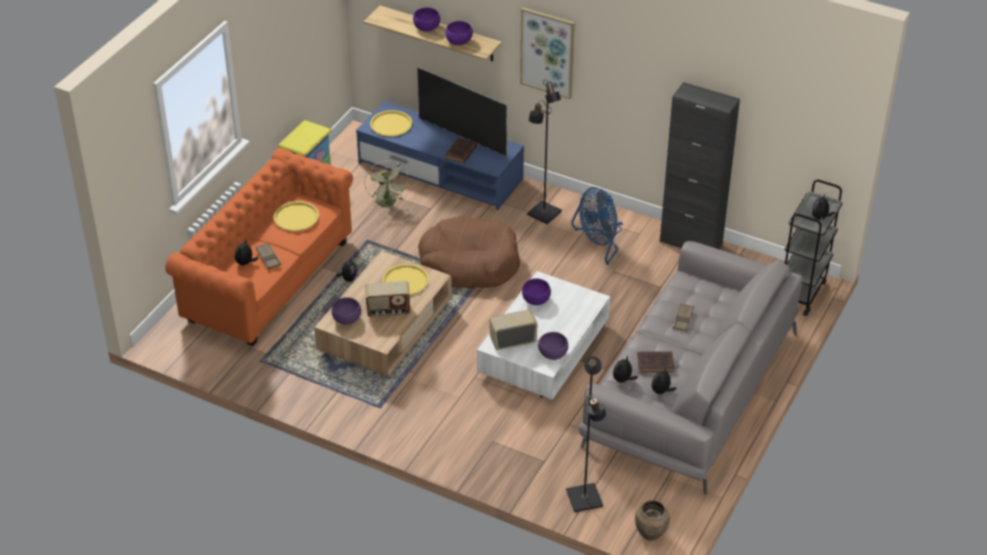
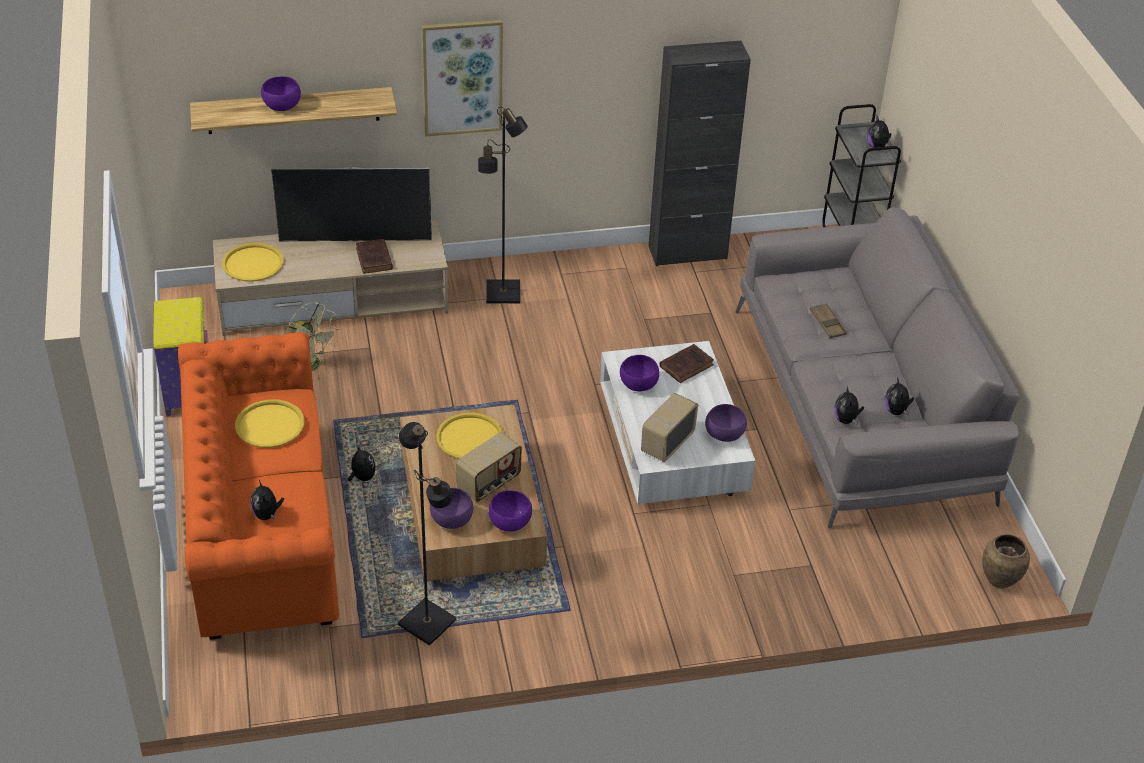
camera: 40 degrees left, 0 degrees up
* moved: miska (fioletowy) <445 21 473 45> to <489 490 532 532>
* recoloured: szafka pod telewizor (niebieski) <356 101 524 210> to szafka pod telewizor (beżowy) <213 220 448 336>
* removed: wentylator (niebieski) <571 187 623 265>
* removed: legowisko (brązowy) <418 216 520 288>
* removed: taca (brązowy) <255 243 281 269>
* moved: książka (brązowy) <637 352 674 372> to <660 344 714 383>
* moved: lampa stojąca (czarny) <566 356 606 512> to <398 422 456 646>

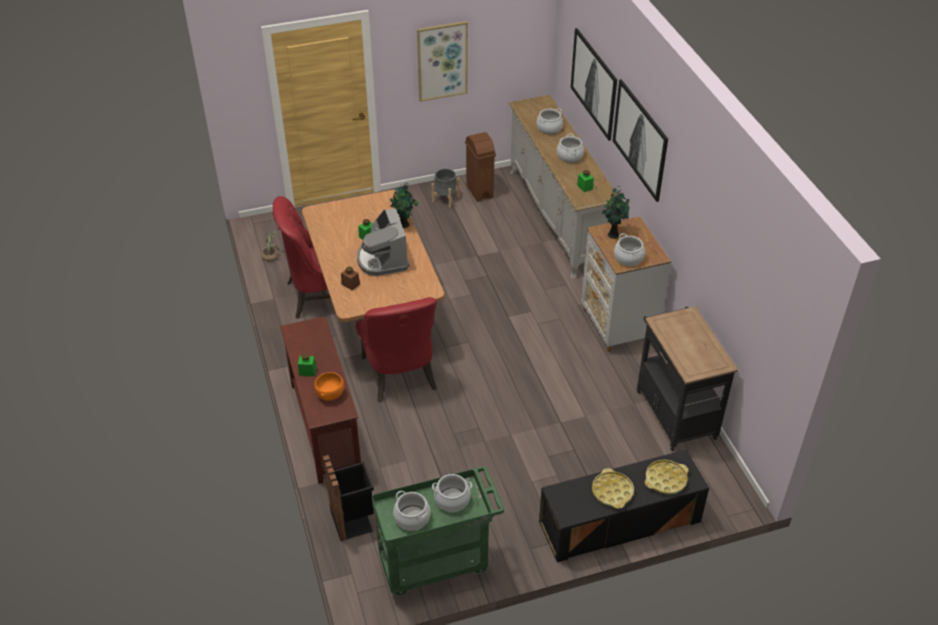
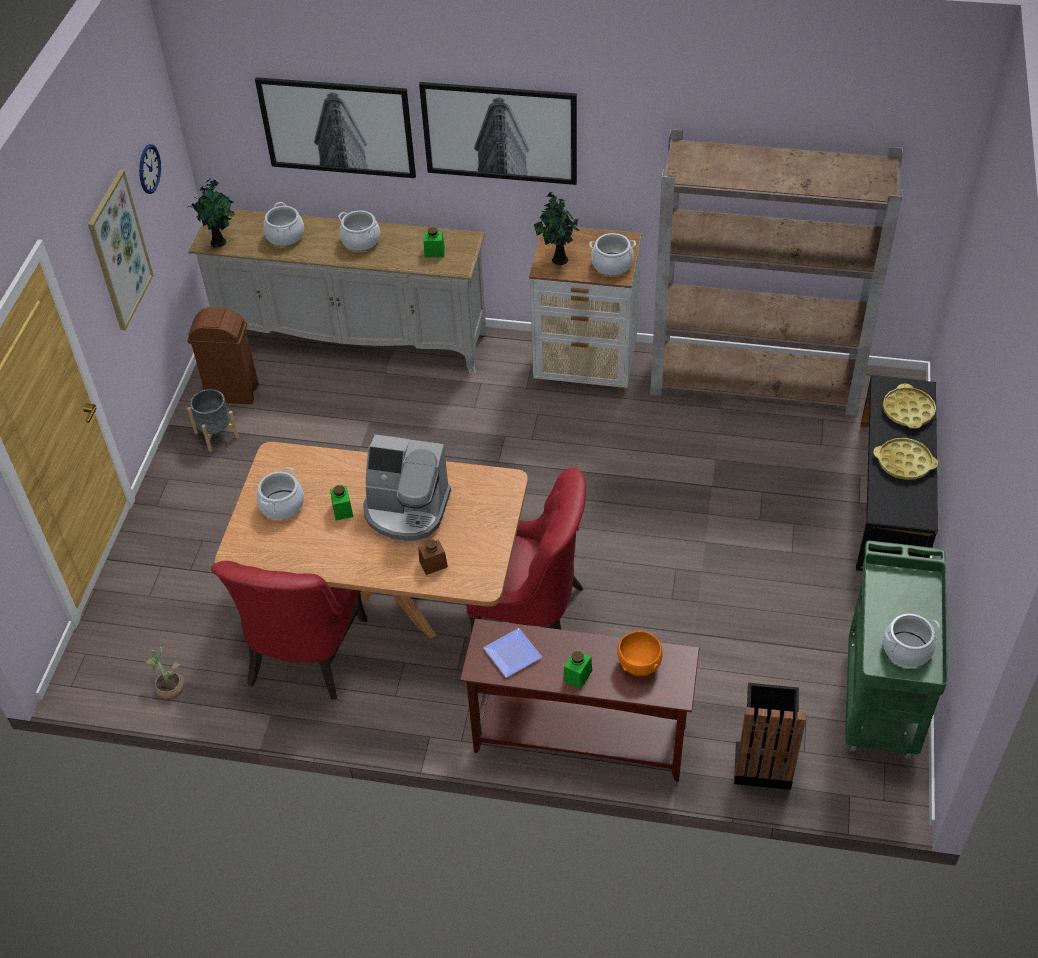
camera: 60 degrees left, 5 degrees up
* moved: roślina doniczkowa <390 183 418 228> to <188 179 235 248>
* replaced: wózek (czarny) <637 307 738 451> to regał (brązowy) <650 129 903 416>
* moved: garnek <432 474 472 512> to <256 467 304 520>
* added: zegar ścienny <139 144 161 194>
* added: talerz <483 628 542 678>

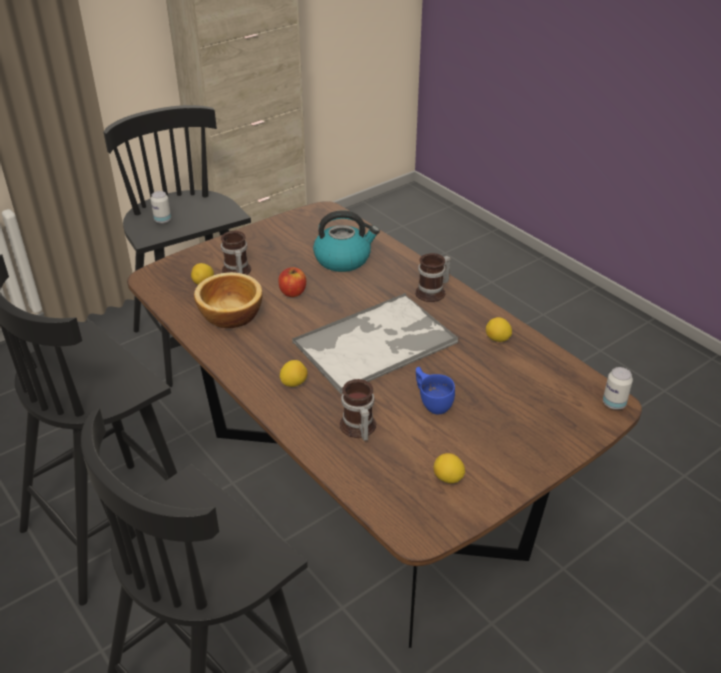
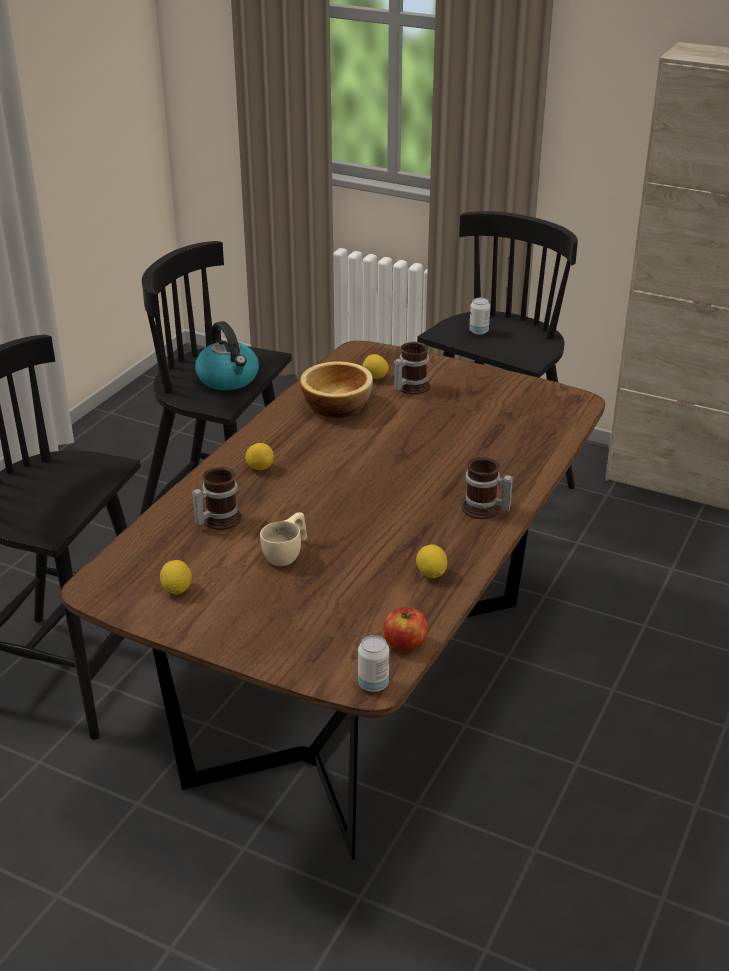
camera: 65 degrees right, 5 degrees down
* moved: czajnik <313 210 380 272> to <195 321 259 390>
* moved: jabłko <279 267 306 297> to <383 607 428 651>
* removed: taca <292 293 458 395>
* recoloured: filiżanka (niebieski) <416 367 455 414> to filiżanka (beżowy) <260 512 307 566>

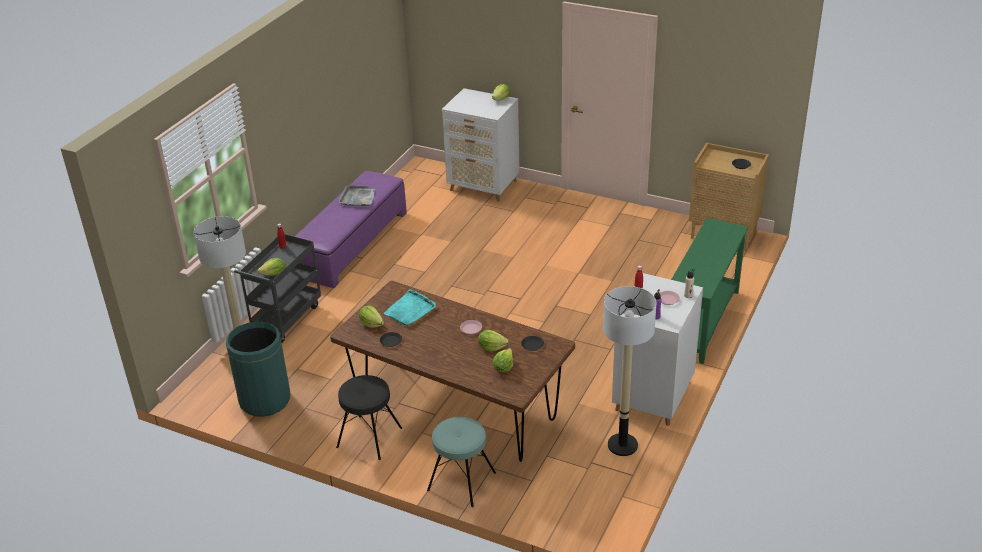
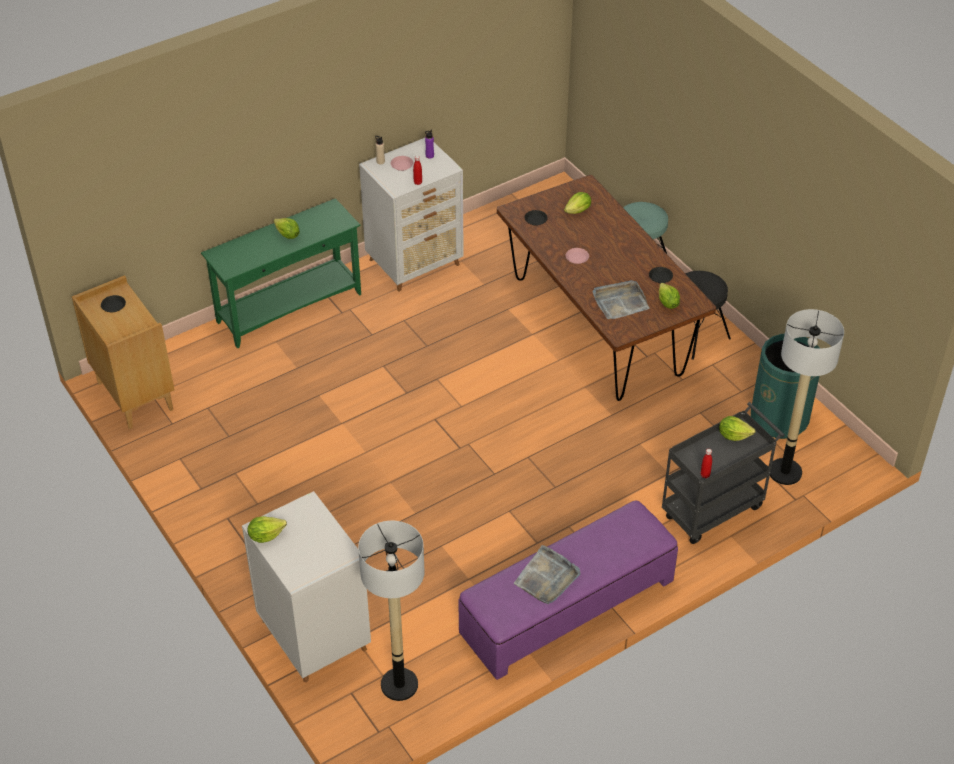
camera: 150 degrees left, 10 degrees up
* moved: lampa stojąca <603 286 656 456> to <358 521 425 701>
* recoloured: taca (turkusowy) <383 289 436 326> to taca (szary) <592 280 650 319>
* moved: sałata <478 330 509 351> to <273 218 300 239>

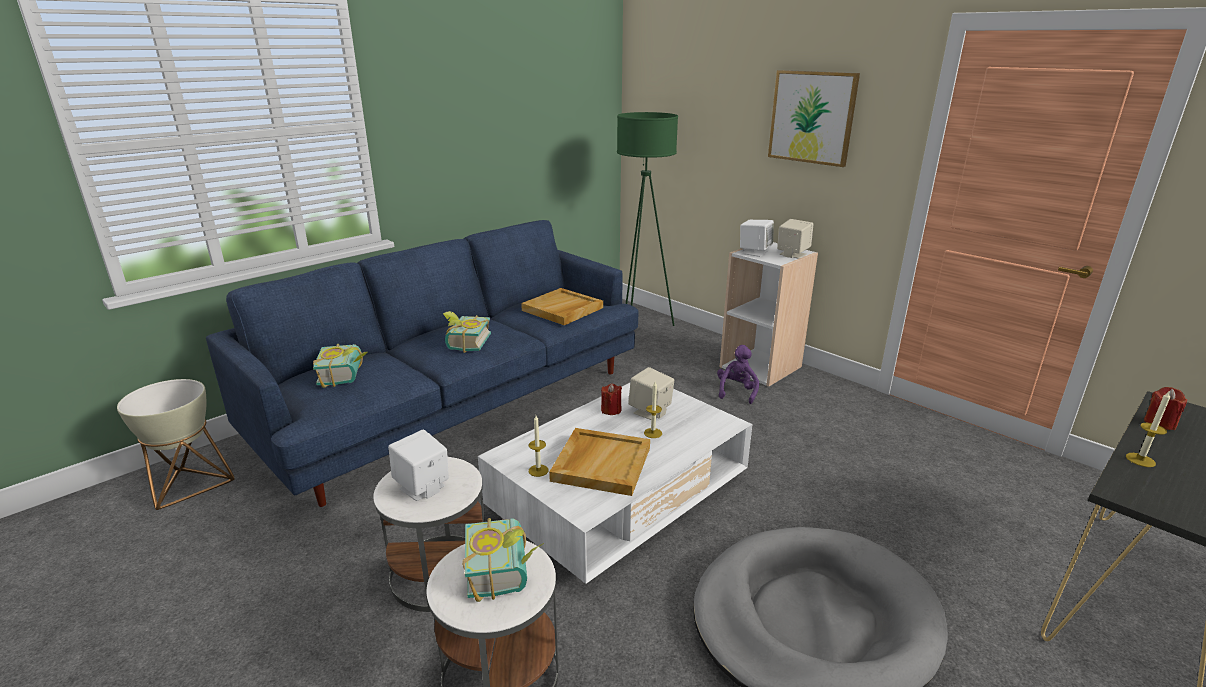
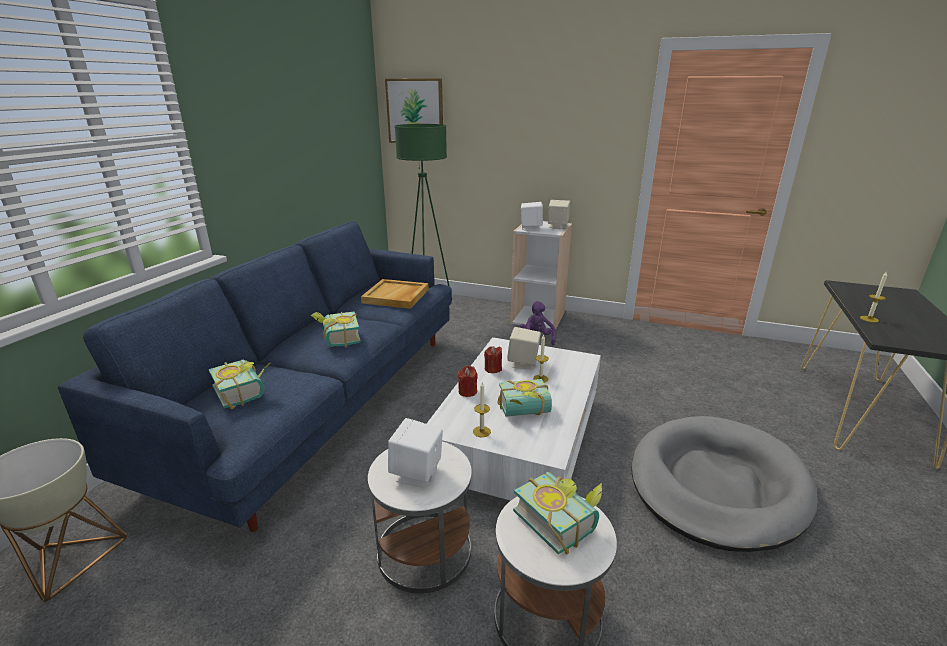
camera: 25 degrees left, 0 degrees up
* moved: obraz <768 70 860 167> to <385 78 443 143>
* moved: świeca (czerwony) <1144 387 1187 430> to <458 366 478 397>
* replaced: taca (beżowy) <549 428 650 496> to książka <498 379 552 417>

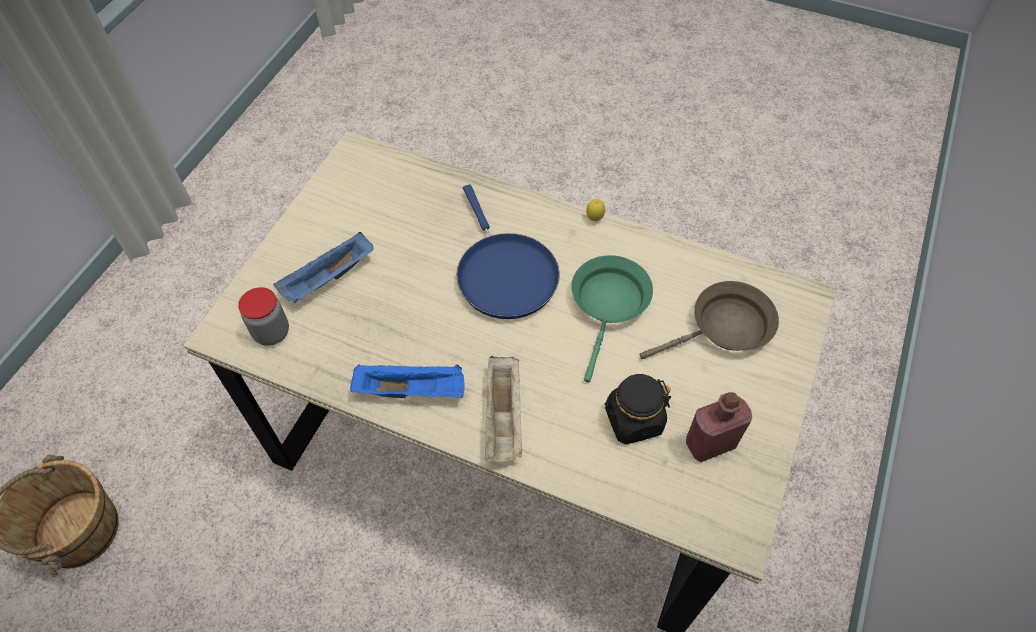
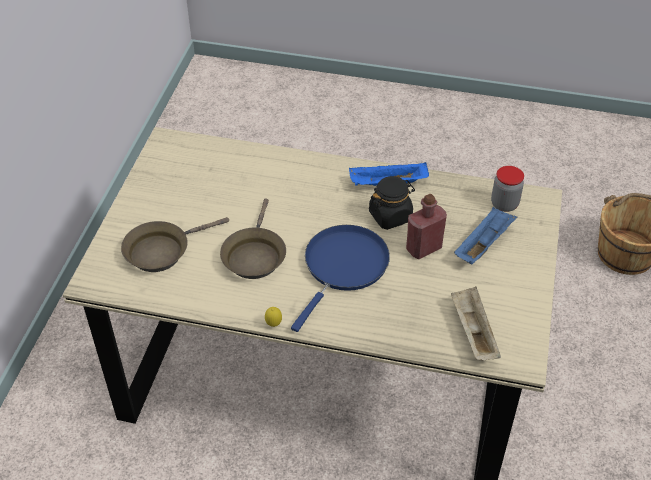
camera: 170 degrees right, 10 degrees down
* turned: patelnia (niebieski) <456 185 560 319> = <291 225 390 332> 60 degrees clockwise
* recoloured: patelnia (zielony) <571 255 653 383> to patelnia (brązowy) <220 198 286 279>
* moved: taca (beżowy) <485 356 523 462> to <451 287 501 361>
* moved: słoik (czarny) <605 374 671 444> to <369 176 415 230>
* moved: butelka (czerwony) <686 392 752 462> to <406 194 447 259>

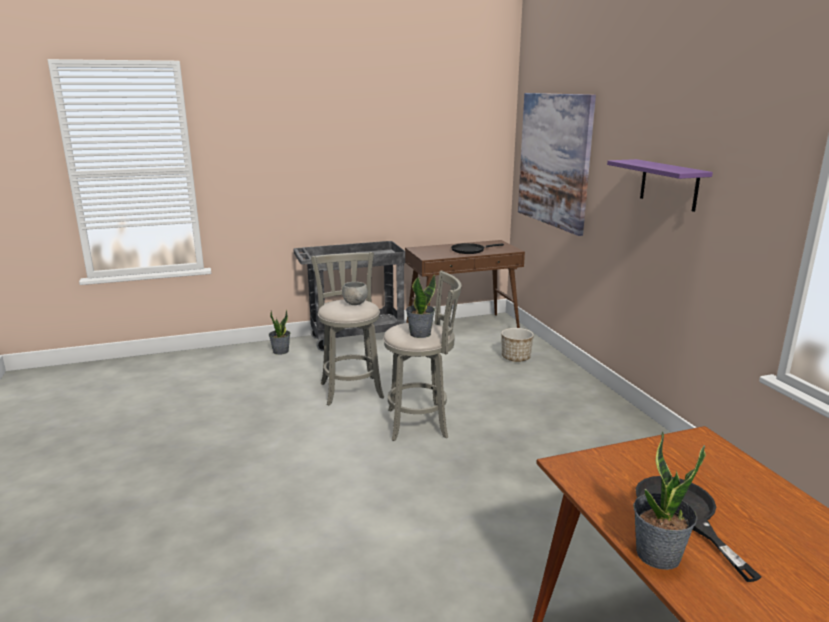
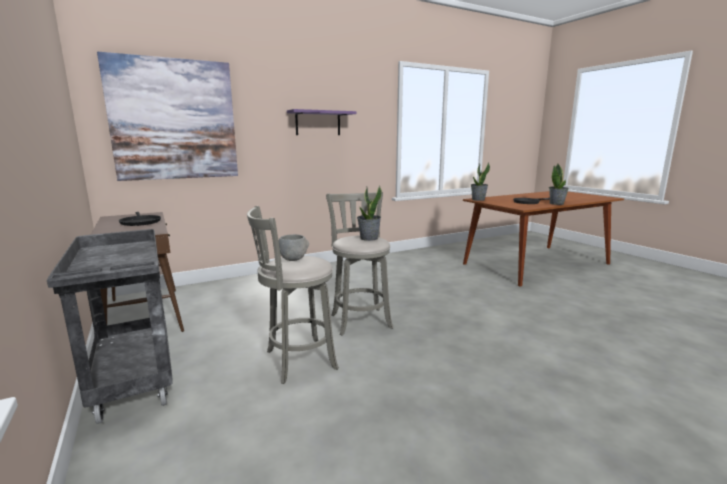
camera: 100 degrees left, 5 degrees down
* moved: roślina doniczkowa <269 310 290 355> to <471 163 490 201>
* removed: donica <501 328 534 362>

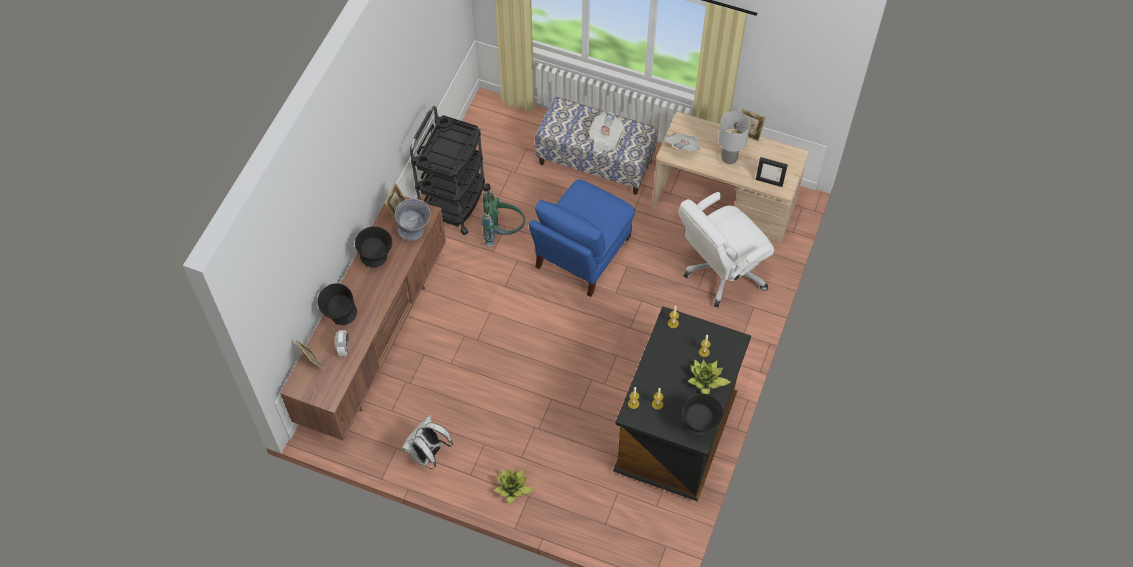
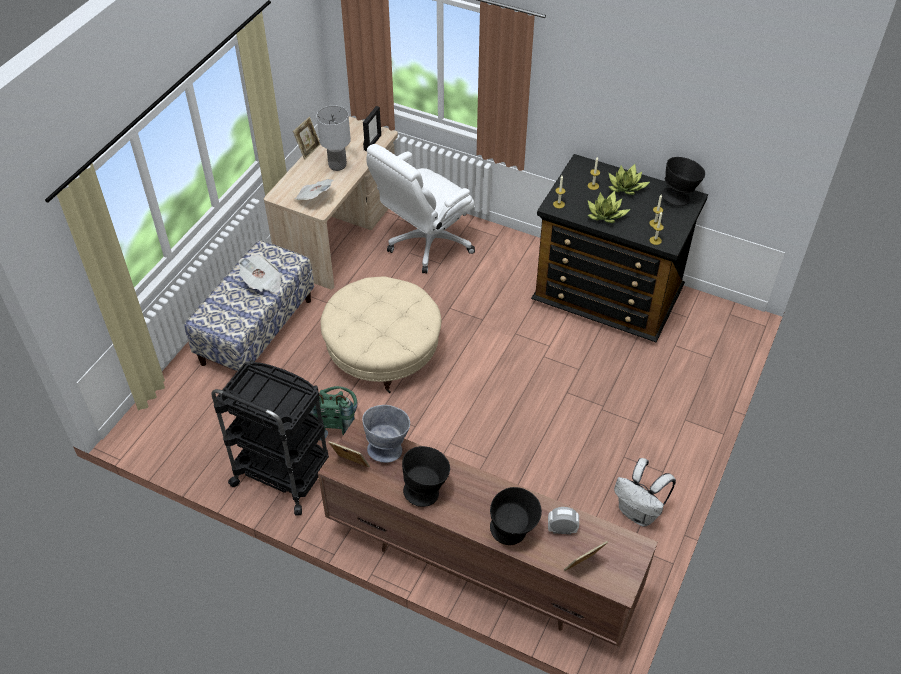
camera: 85 degrees left, 10 degrees down
* replaced: fotel (niebieski) <529 179 635 297> to pufa (beżowy) <321 276 442 393>
* turned: krzesło biurowe (biały) <678 192 774 308> = <366 144 475 274> 75 degrees clockwise
* moved: roślina doniczkowa <494 468 534 504> to <588 190 631 223>

